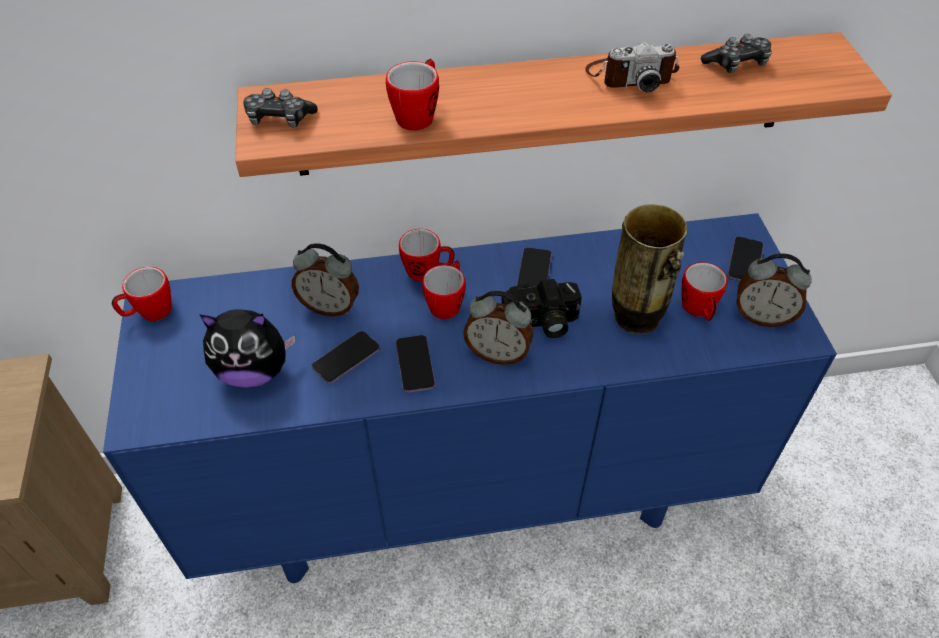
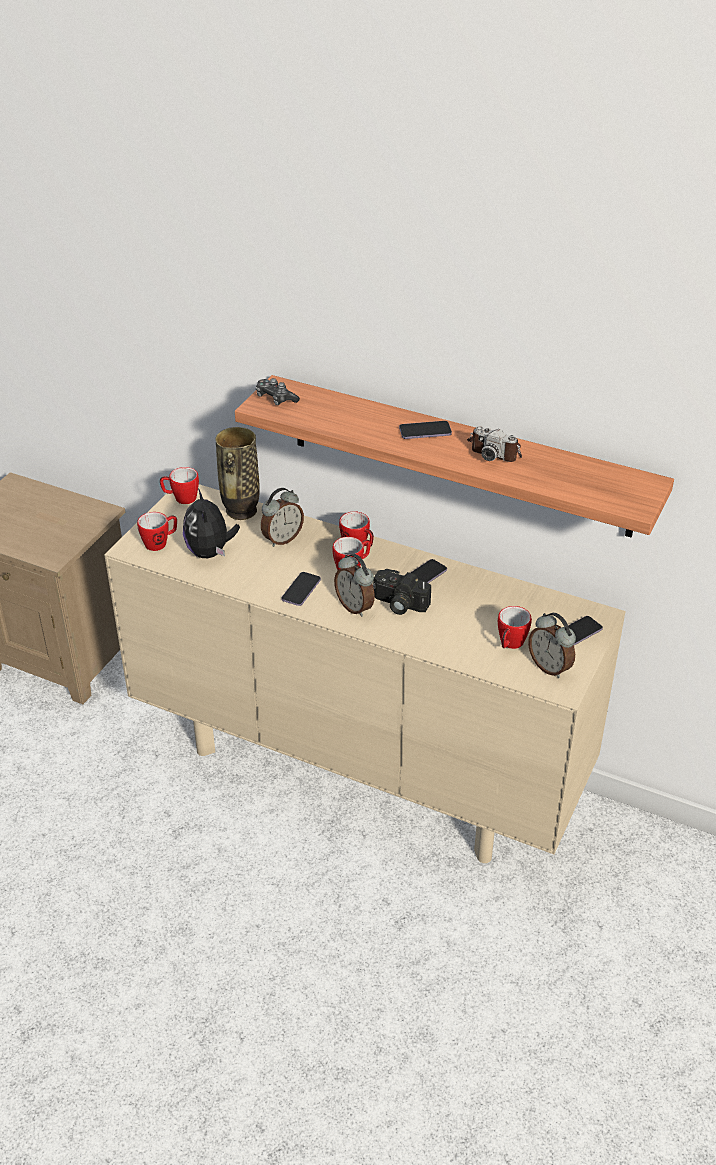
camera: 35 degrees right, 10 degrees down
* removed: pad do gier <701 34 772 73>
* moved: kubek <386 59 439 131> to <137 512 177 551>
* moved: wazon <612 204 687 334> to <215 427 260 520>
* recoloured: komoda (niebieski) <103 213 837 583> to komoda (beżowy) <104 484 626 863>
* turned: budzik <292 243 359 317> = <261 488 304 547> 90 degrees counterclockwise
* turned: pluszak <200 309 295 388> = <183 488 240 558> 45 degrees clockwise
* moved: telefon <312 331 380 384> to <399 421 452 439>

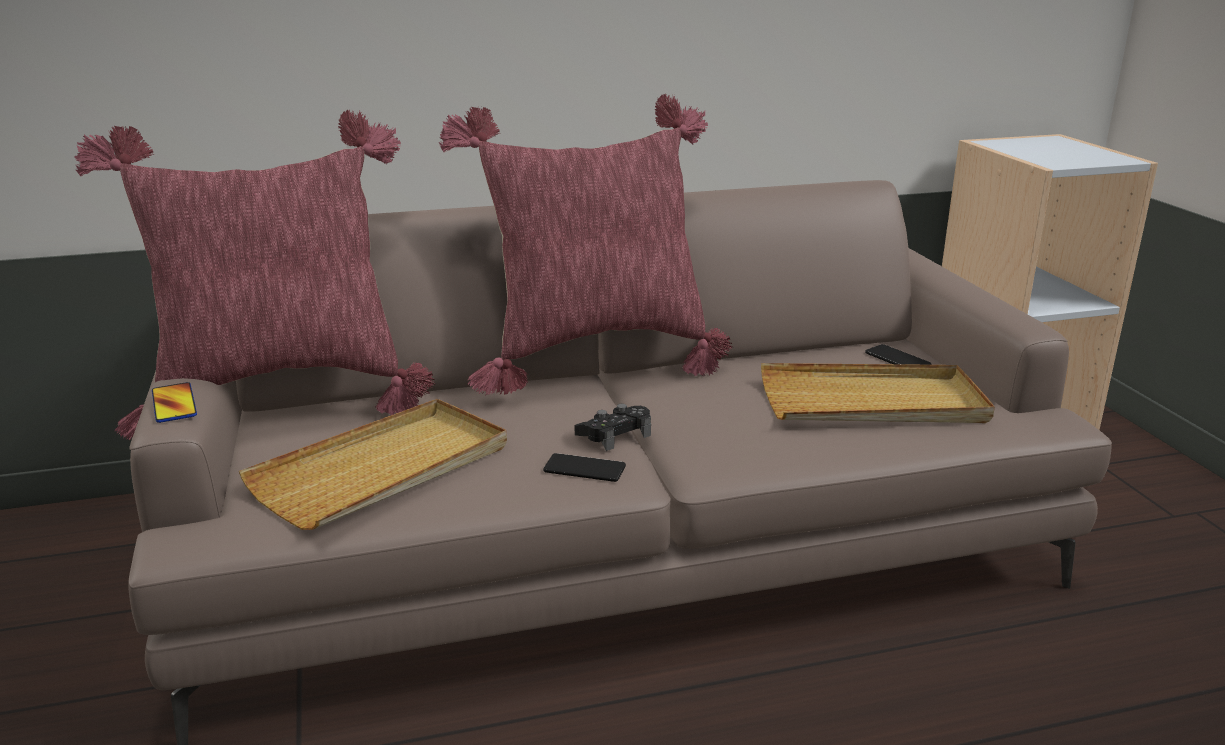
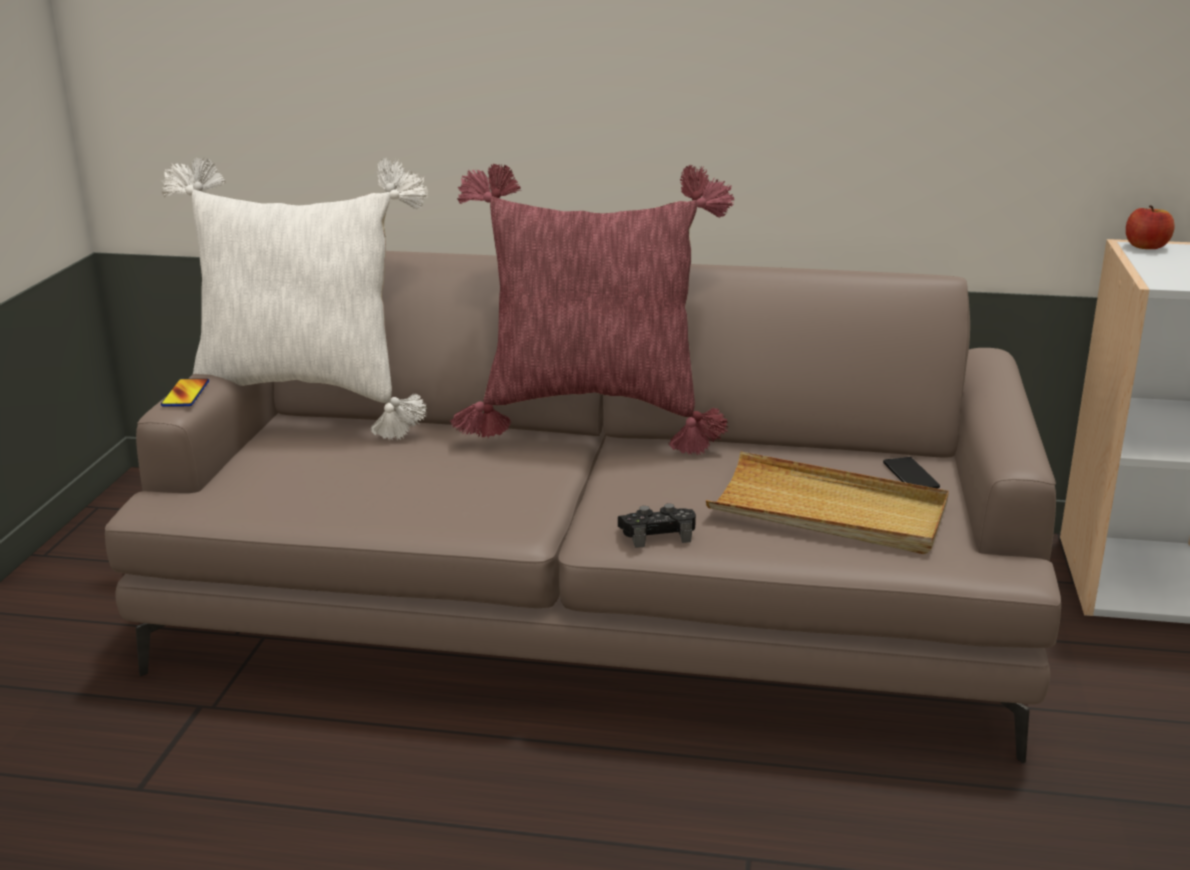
camera: 25 degrees right, 0 degrees up
* recoloured: poduszka (czerwony) <74 110 436 441> to poduszka (biały) <161 157 428 441>
* removed: taca (beżowy) <239 399 507 530>
* moved: pad do gier (czarny) <575 404 651 451> to <618 503 696 548>
* removed: telefon <543 453 626 482>
* added: jabłko <1126 205 1174 249>

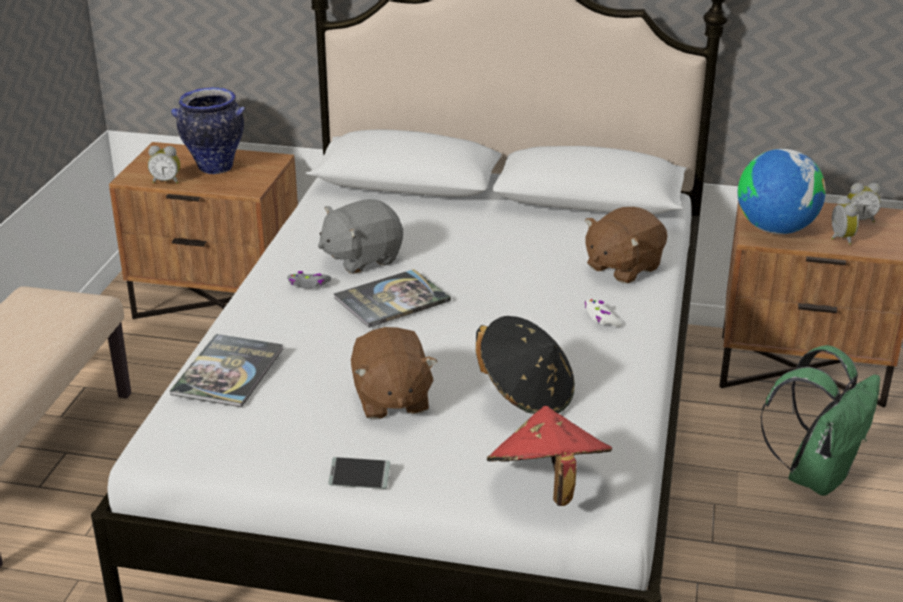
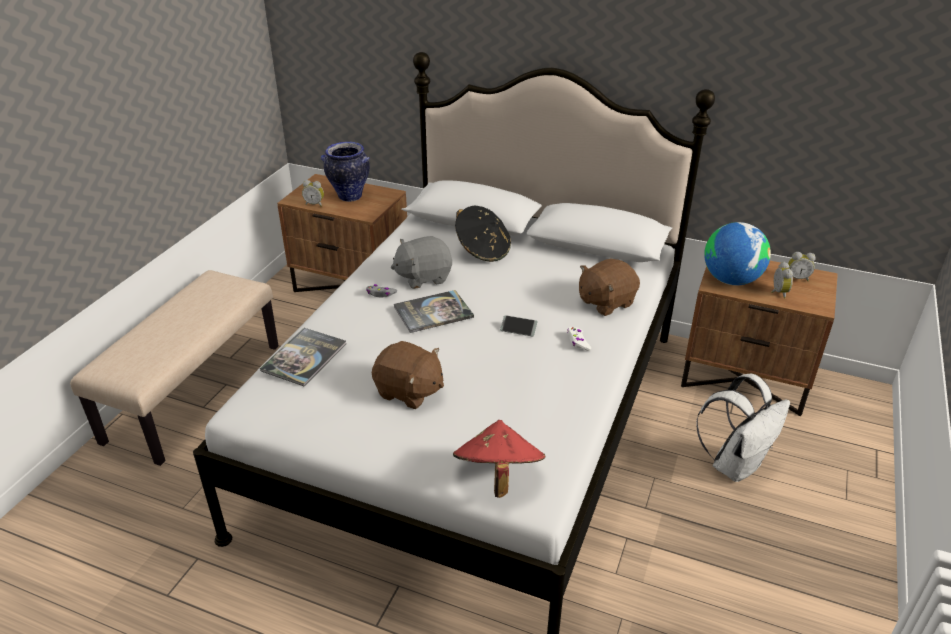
camera: 10 degrees right, 5 degrees up
* moved: kapelusz (czarny) <476 316 575 414> to <455 206 511 262>
* turned: pluszak (brązowy) <351 327 438 419> = <372 341 444 409> 60 degrees counterclockwise
* recoloured: plecak (zielony) <760 345 880 496> to plecak (biały) <696 374 790 482>
* moved: telefon <328 457 390 489> to <500 315 537 336>

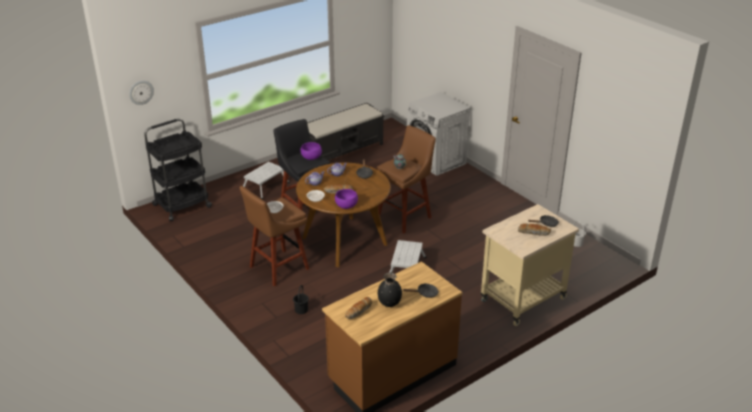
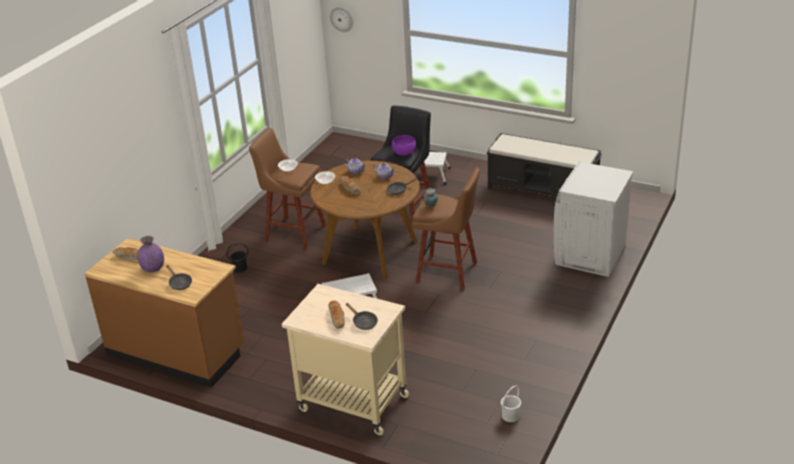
camera: 65 degrees right, 0 degrees up
* removed: wózek (czarny) <144 119 212 221>
* removed: miska (fioletowy) <335 189 358 209>
* recoloured: wazon (czarny) <378 272 402 307> to wazon (fioletowy) <138 236 164 273>

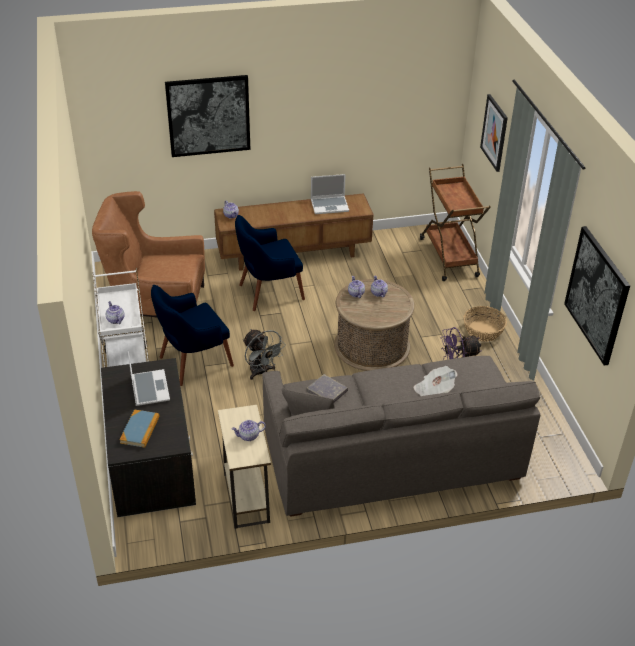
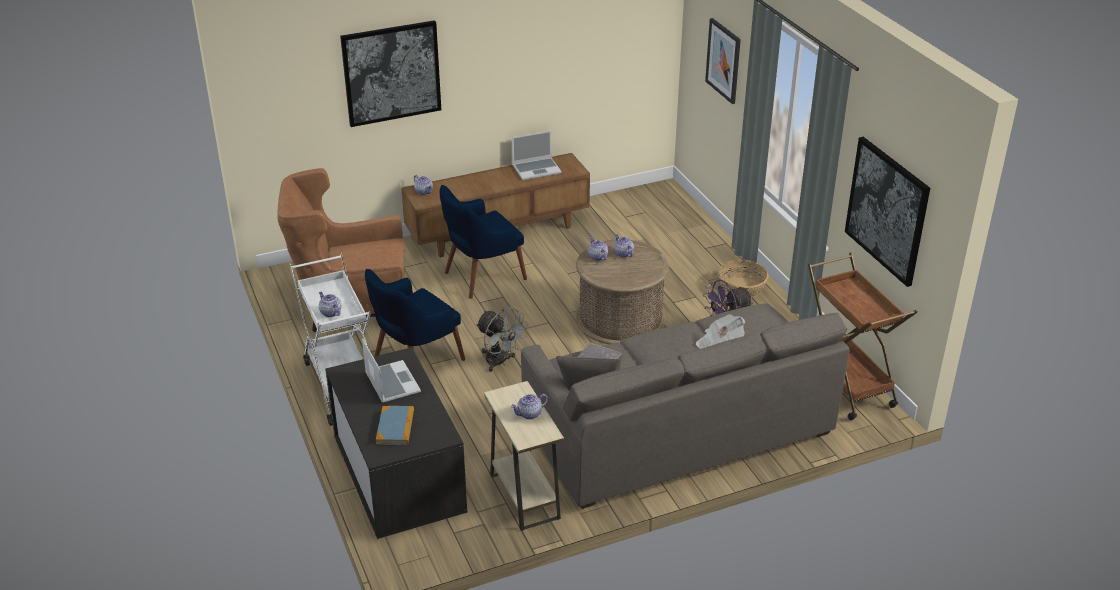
camera: 10 degrees left, 5 degrees down
* moved: wózek (brązowy) <420 164 491 281> to <808 252 918 420>

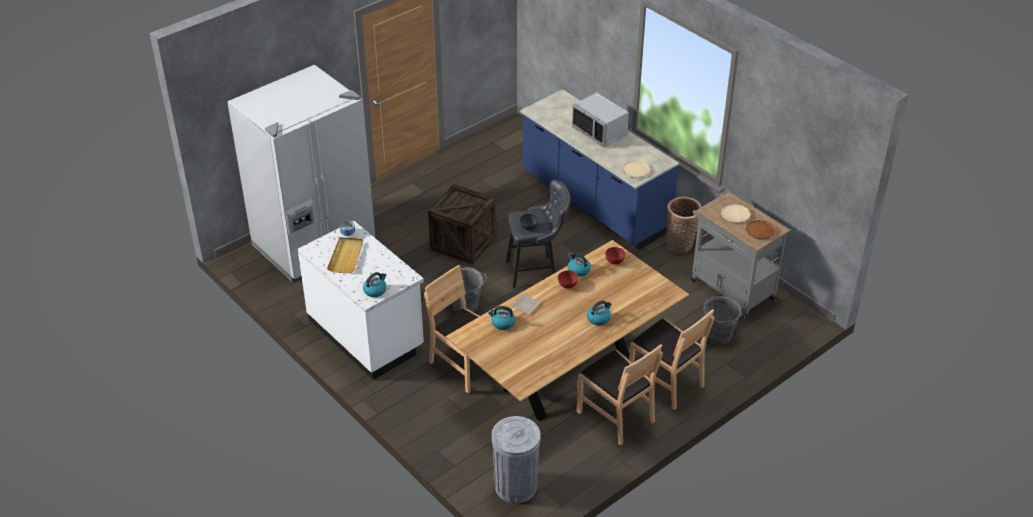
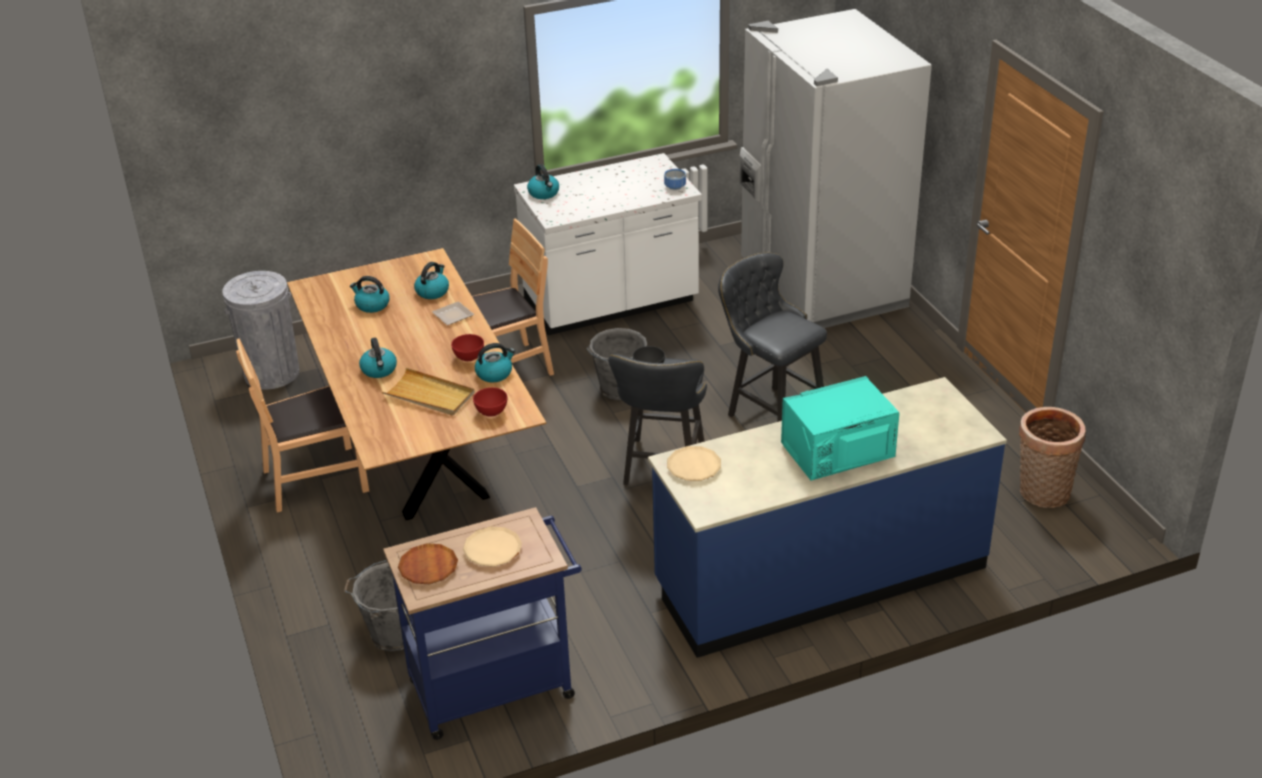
camera: 110 degrees right, 5 degrees down
* recoloured: mikrofalówka (szary) <572 93 629 148> to mikrofalówka (turkusowy) <781 376 899 481>
* replaced: skrzynka <428 184 497 264> to stołek (szary) <718 252 827 422>
* recoloured: wózek (szary) <691 192 790 318> to wózek (niebieski) <383 507 582 740>
* moved: koszyk <666 197 702 253> to <1019 407 1086 508>
* moved: taca (beżowy) <327 237 363 273> to <382 368 474 416>
* removed: krzesło (brązowy) <629 309 715 410>
* added: czajnik <350 276 390 313>

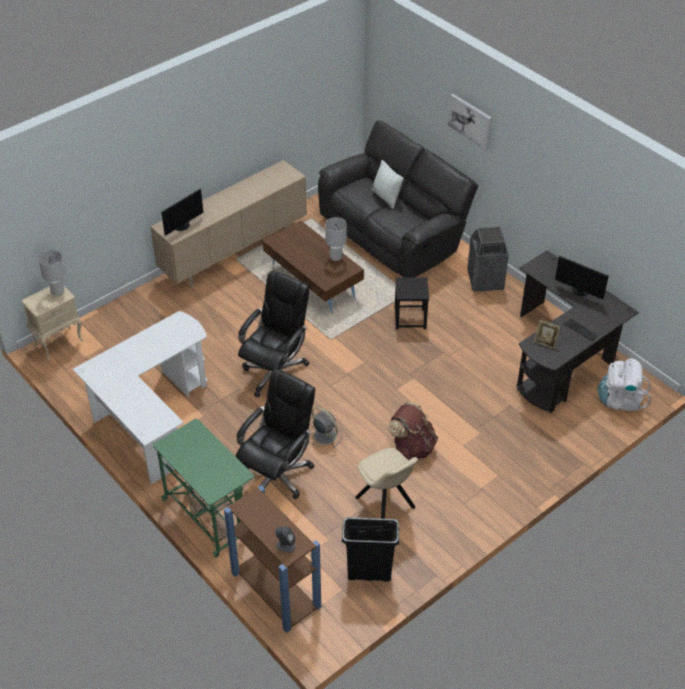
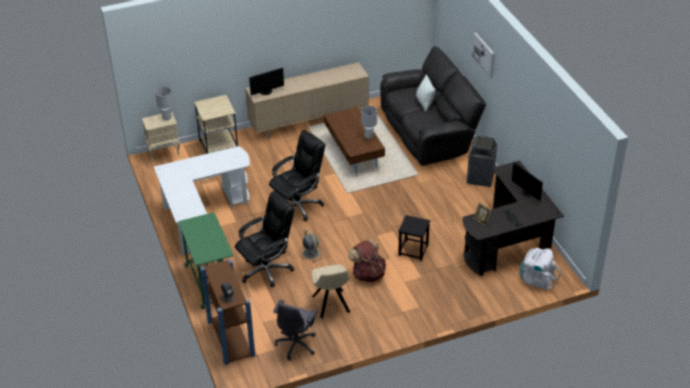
camera: 20 degrees right, 5 degrees down
* moved: stołek (czarny) <395 277 429 329> to <398 215 430 261>
* replaced: kosz na śmieci (czarny) <342 517 399 582> to krzesło biurowe (szary) <274 300 317 361>
* added: wózek (beżowy) <194 95 238 154>

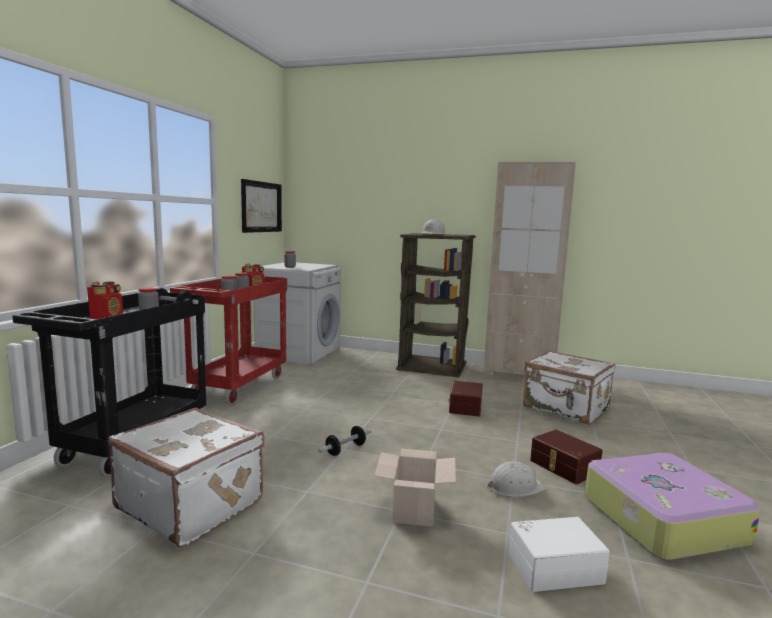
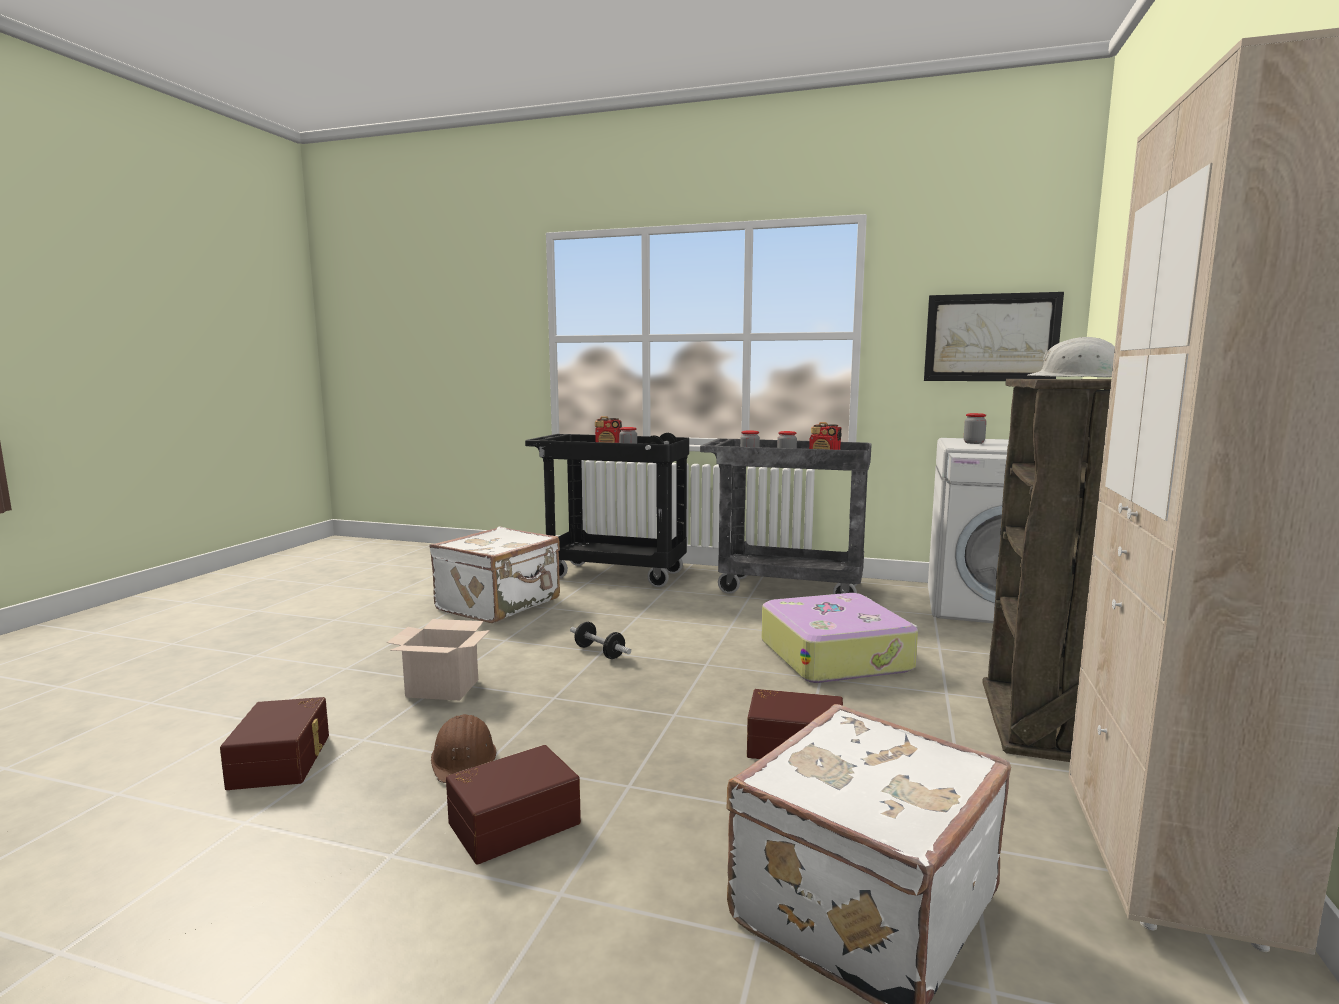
camera: 90 degrees right, 0 degrees up
* recoloured: wózek (czerwony) <170 276 287 405> to wózek (szary) <700 438 872 594>
* moved: walizka <585 453 761 560> to <761 593 918 683>
* recoloured: kask (biały) <488 461 546 497> to kask (brązowy) <431 714 496 783>
* recoloured: pojemnik do przechowywania (biały) <508 517 610 592> to pojemnik do przechowywania (brązowy) <220 697 329 790>

